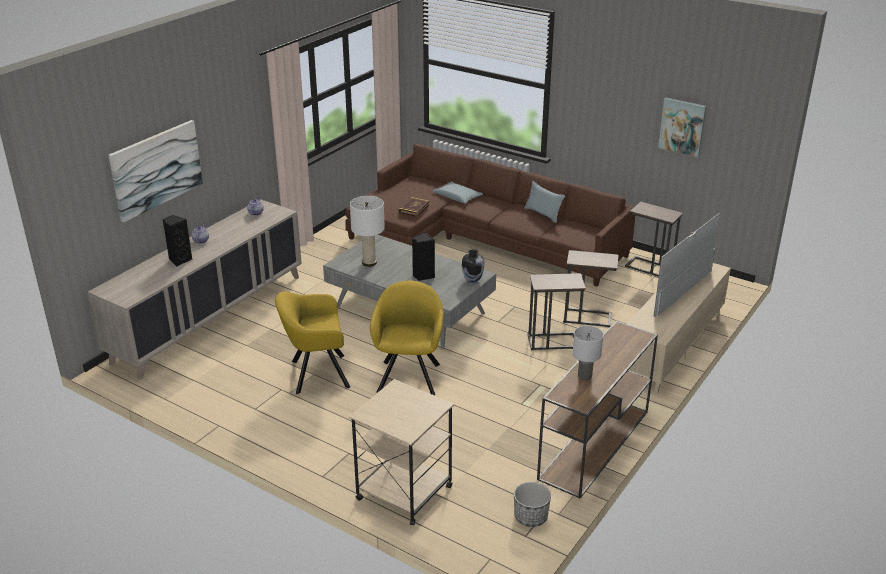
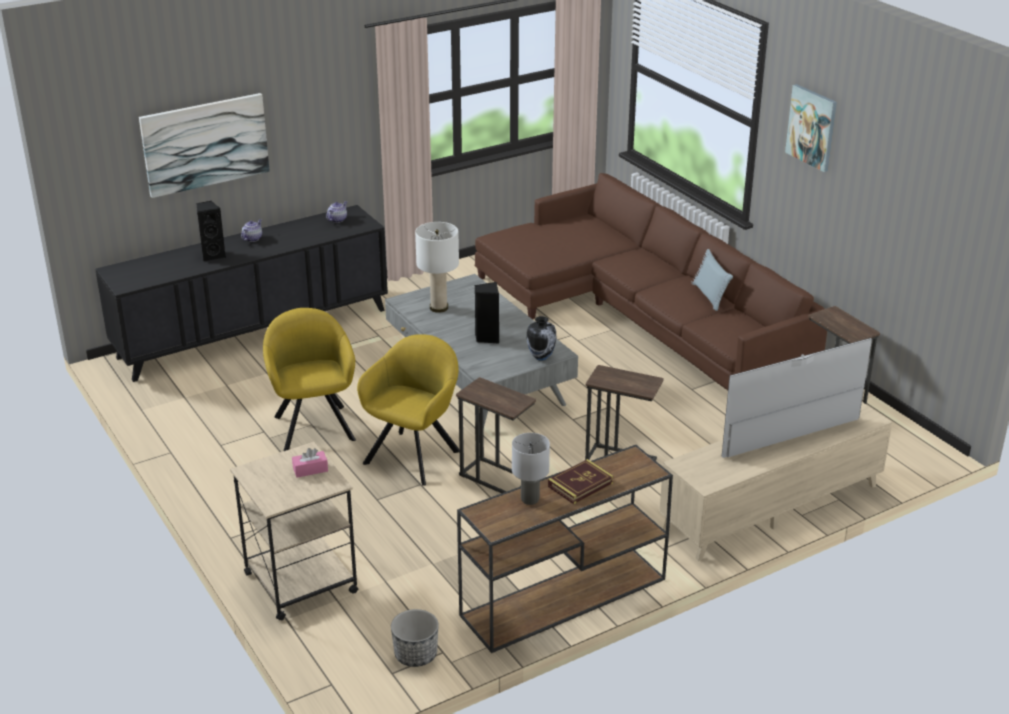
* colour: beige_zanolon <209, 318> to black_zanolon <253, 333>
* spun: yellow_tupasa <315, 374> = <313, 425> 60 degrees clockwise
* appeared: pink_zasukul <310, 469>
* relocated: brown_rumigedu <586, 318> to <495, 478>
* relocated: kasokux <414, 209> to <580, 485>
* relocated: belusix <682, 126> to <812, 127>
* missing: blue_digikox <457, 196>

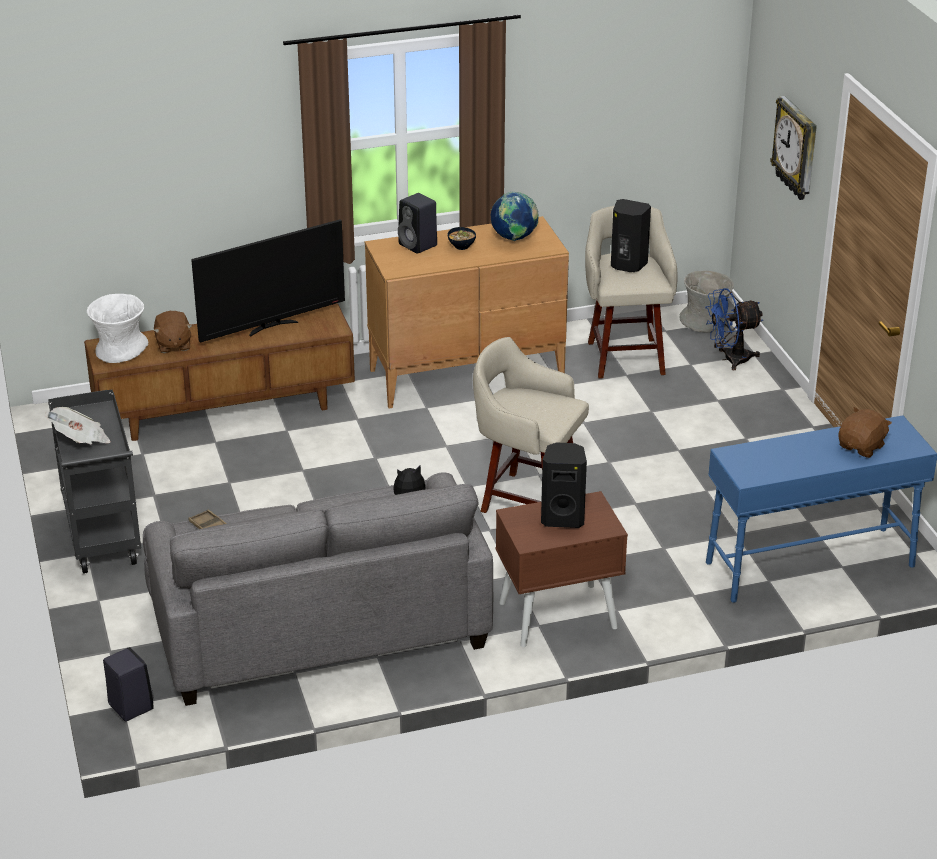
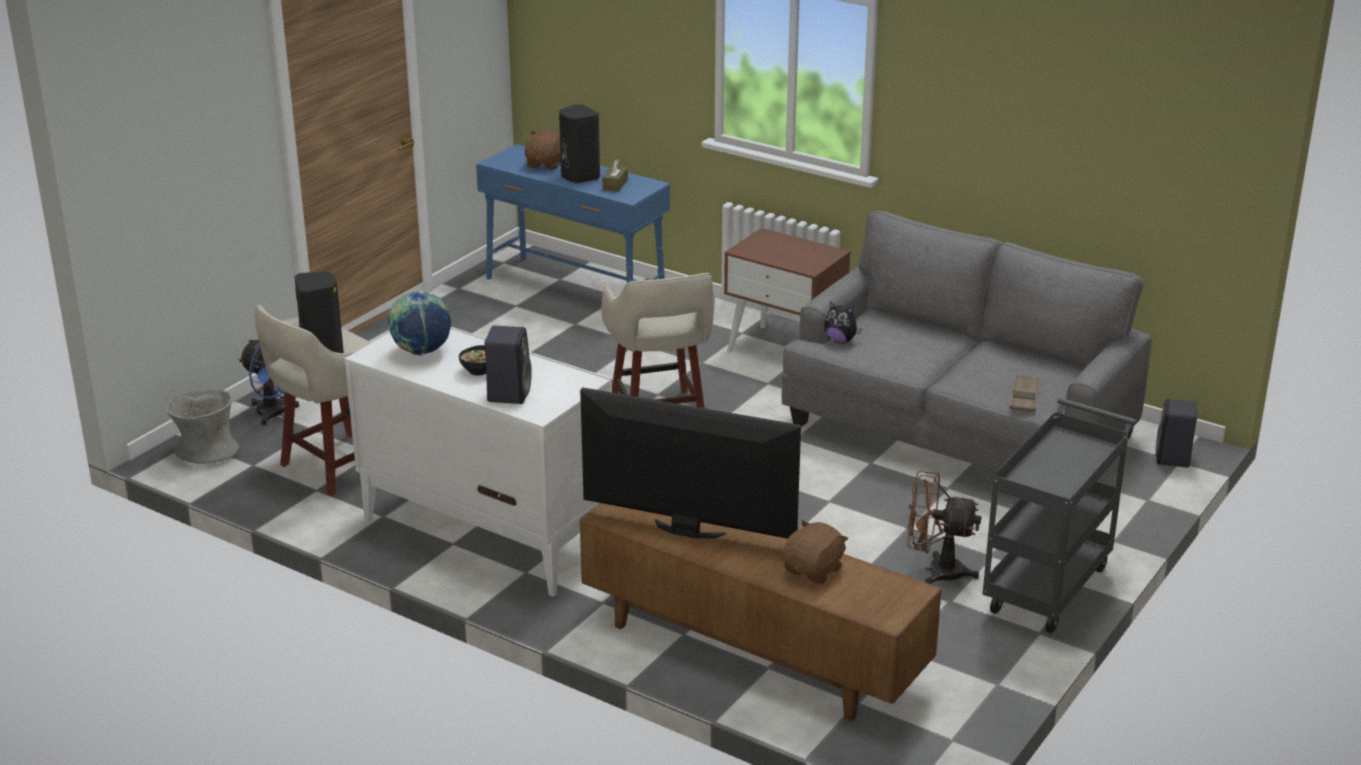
* colour: brown_zanolon <467, 375> to white_zanolon <486, 534>
* spun: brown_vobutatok <862, 447> = <546, 164> 105 degrees clockwise
* relocated: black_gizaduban <563, 518> to <578, 177>
* appeared: brown_zasukul <615, 185>
* appeared: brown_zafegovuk <935, 571>
* missing: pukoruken <80, 440>
* missing: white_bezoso <120, 350>
* missing: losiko <797, 149>

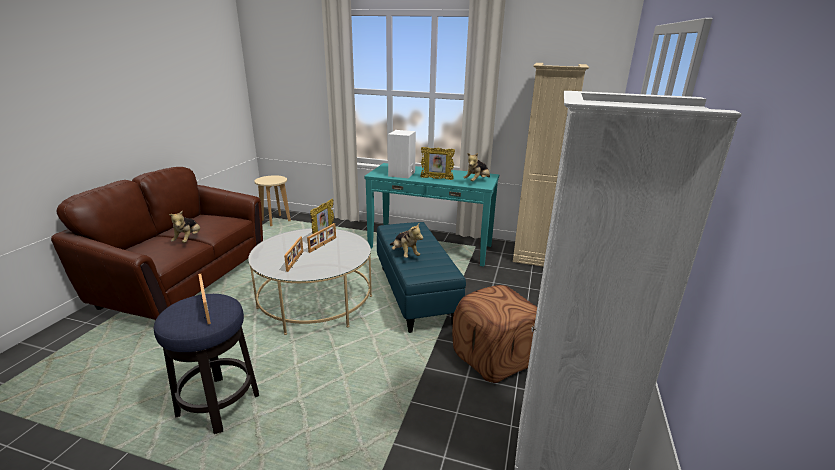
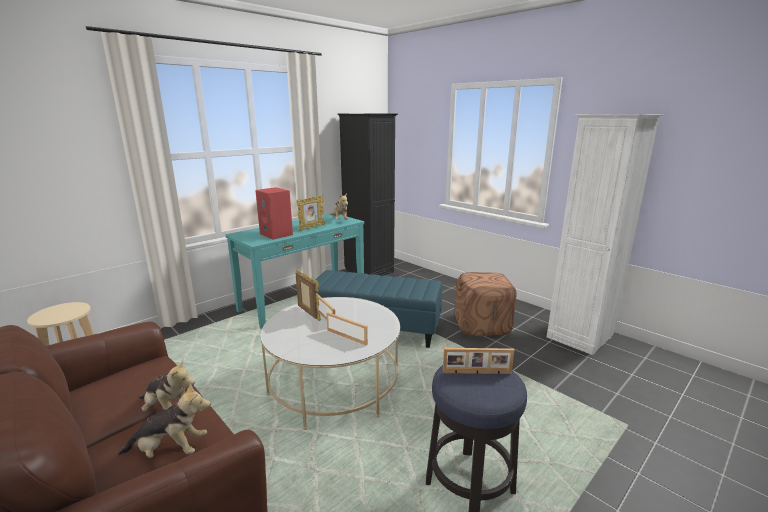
* relocated: vobutatok <404, 254> to <170, 450>
* colour: white_gizaduban <402, 174> to red_gizaduban <277, 234>
* colour: beige_zanolon <534, 255> to black_zanolon <369, 271>

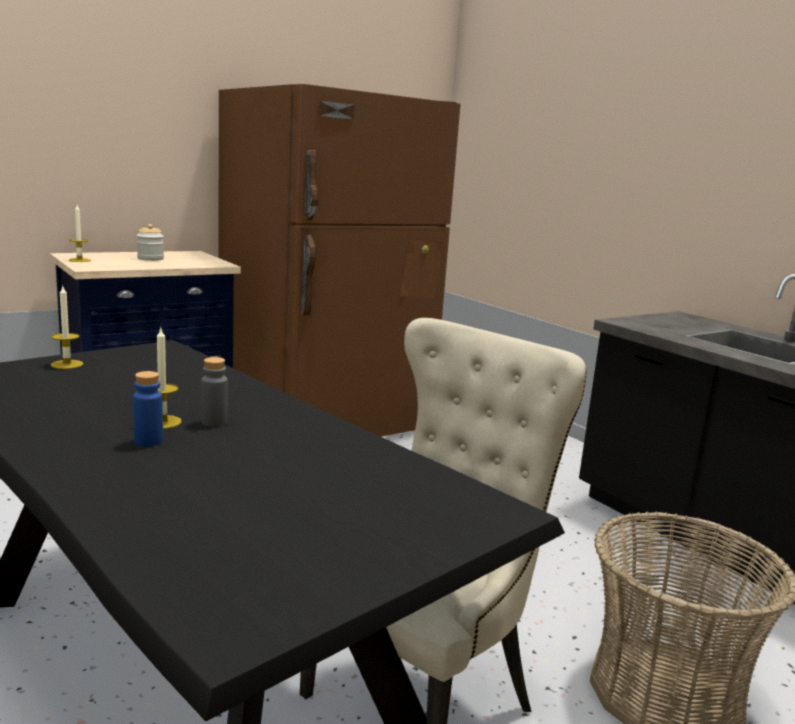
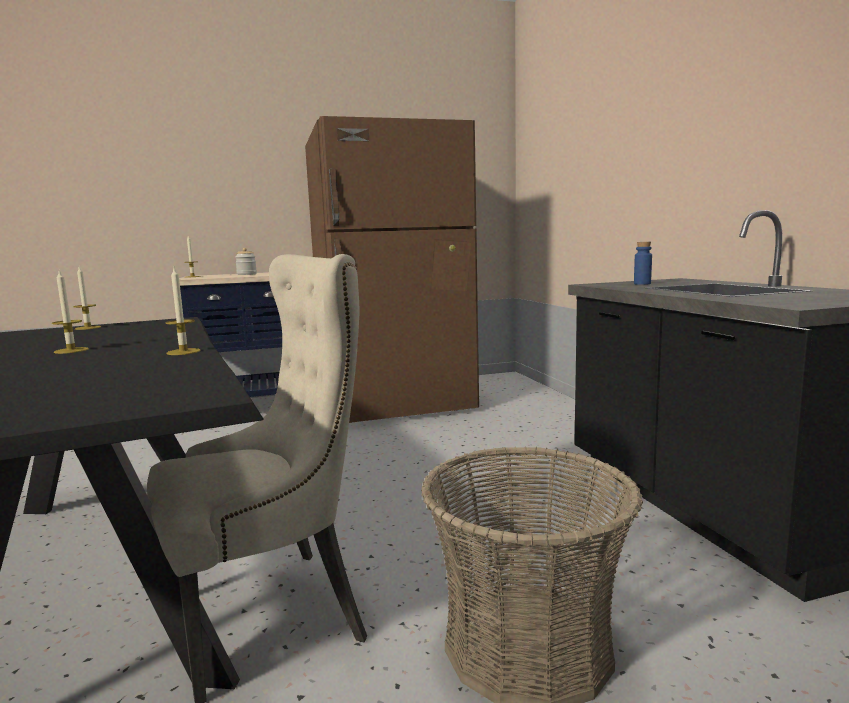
* appeared: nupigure <183, 352>
* relocated: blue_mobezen <148, 441> to <642, 284>
* missing: grey_mobezen <214, 422>

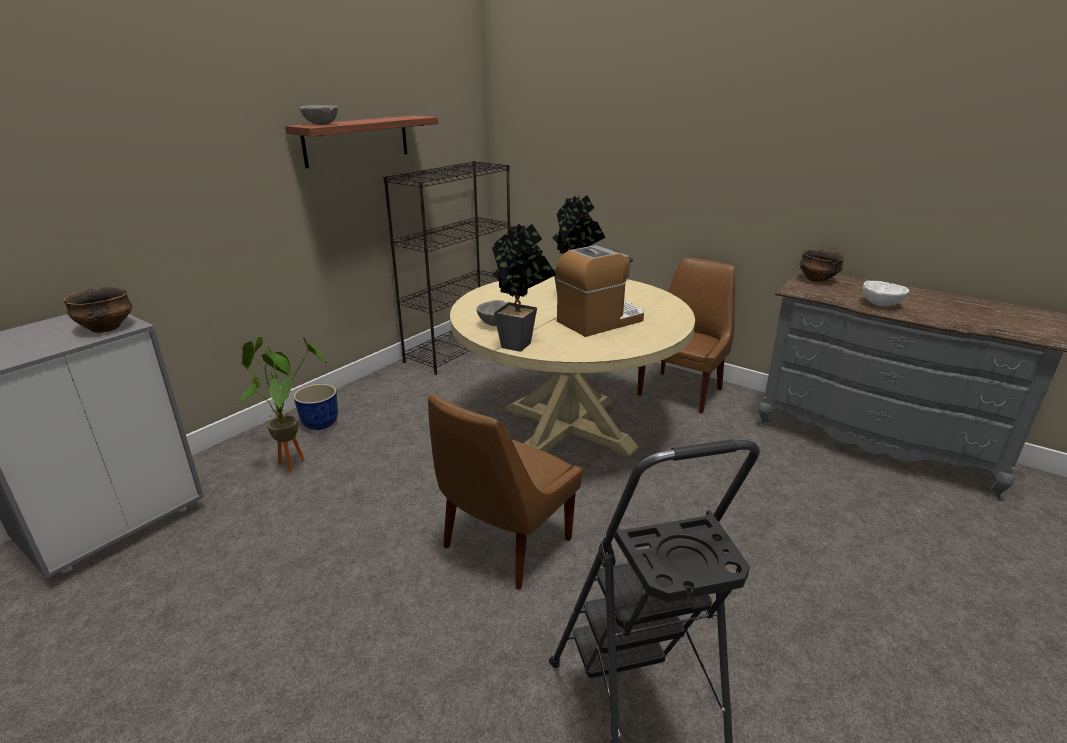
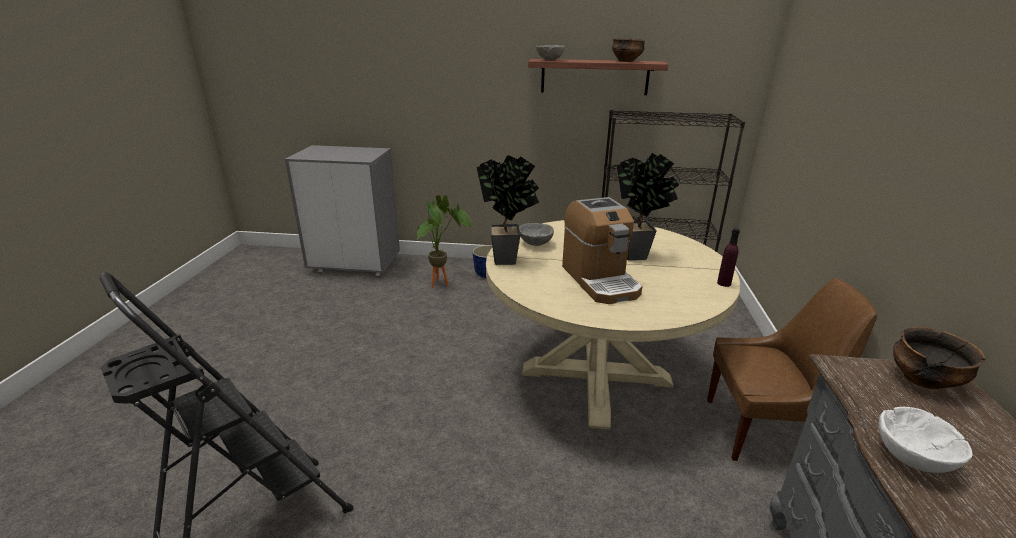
* spun: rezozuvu <600, 321> = <600, 280> 45 degrees clockwise
* relocated: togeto <106, 328> to <626, 61>
* appeared: purple_mobezen <724, 283>
* missing: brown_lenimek <504, 546>

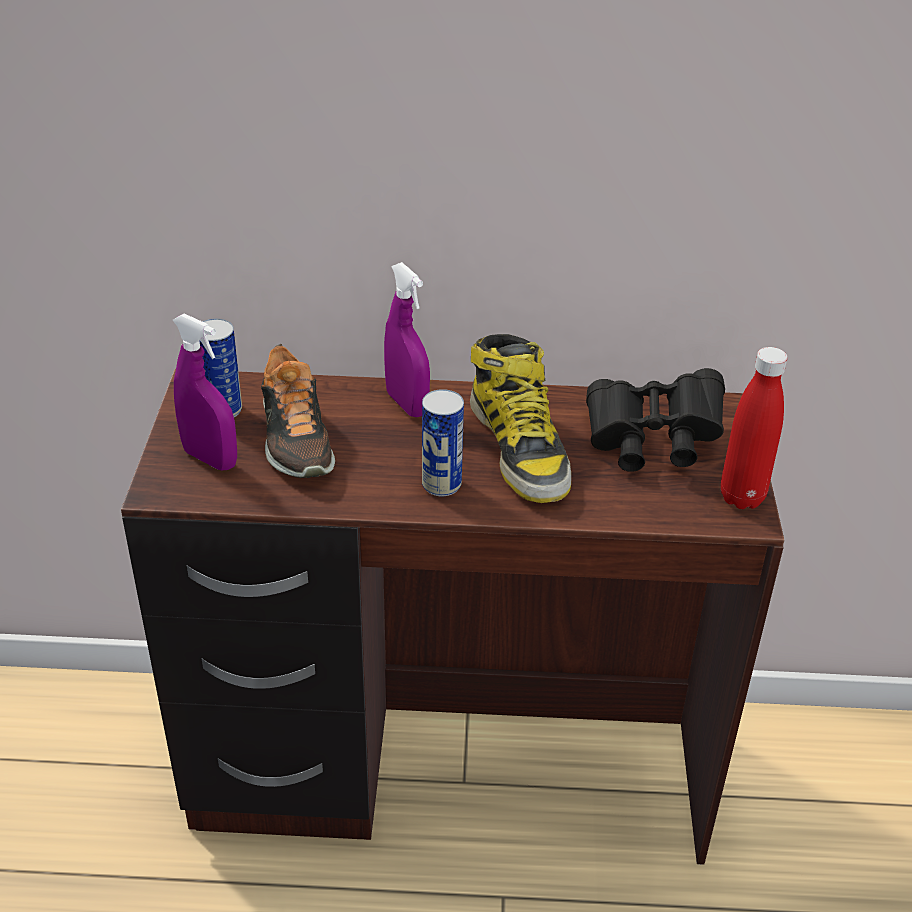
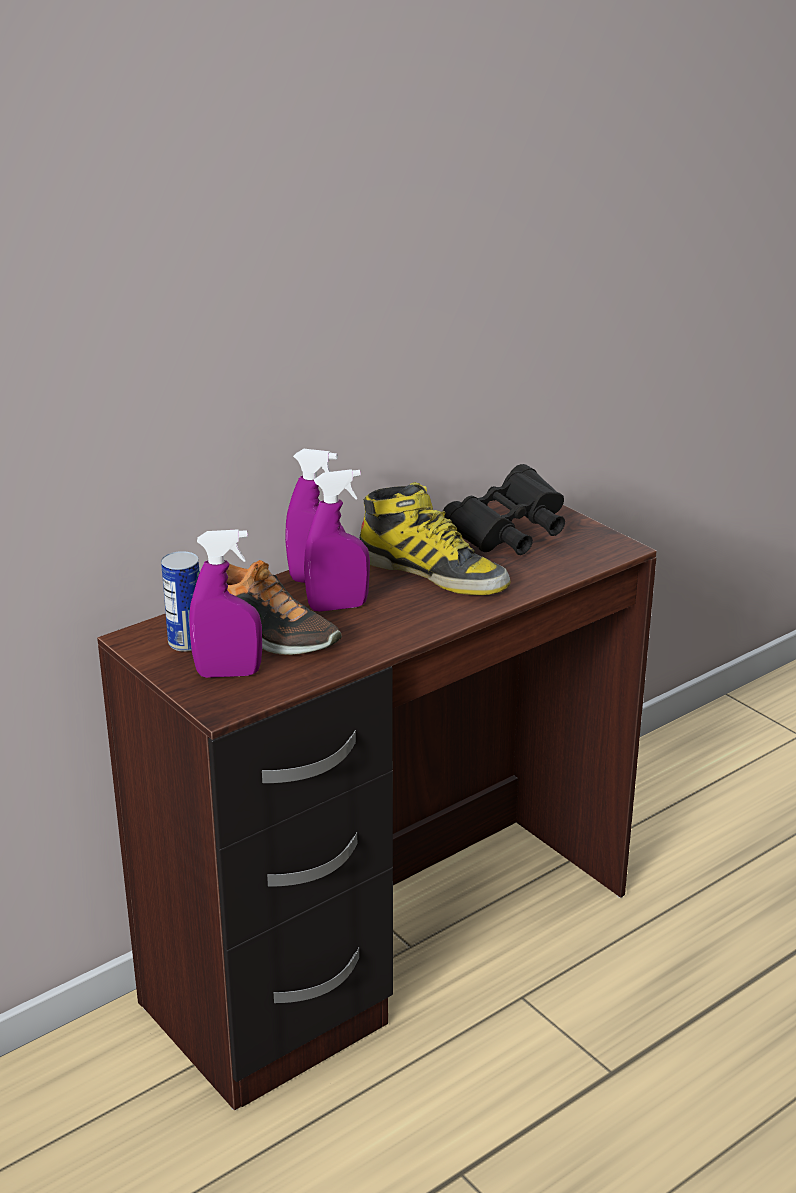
* appeared: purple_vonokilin <338, 607>
* missing: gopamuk <441, 484>
* missing: red_mobezen <742, 497>

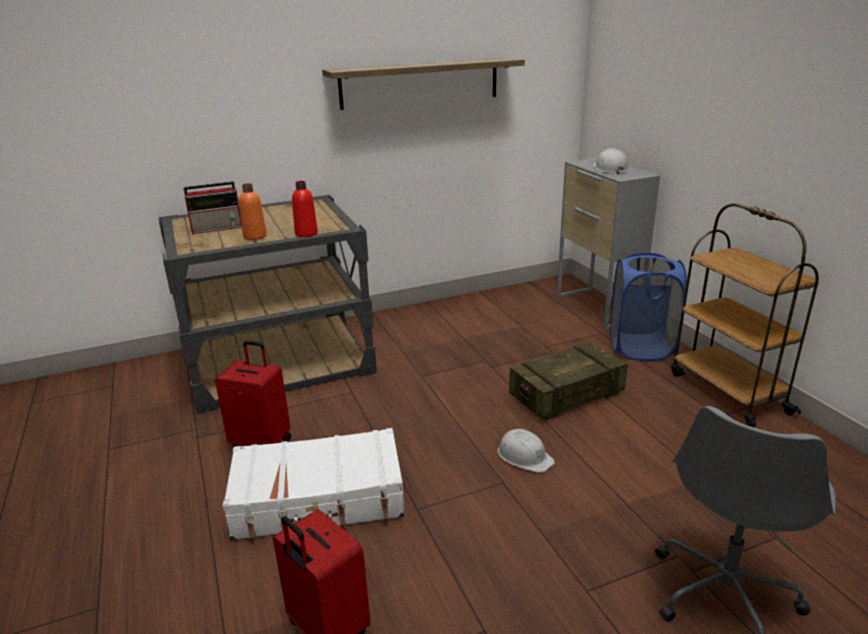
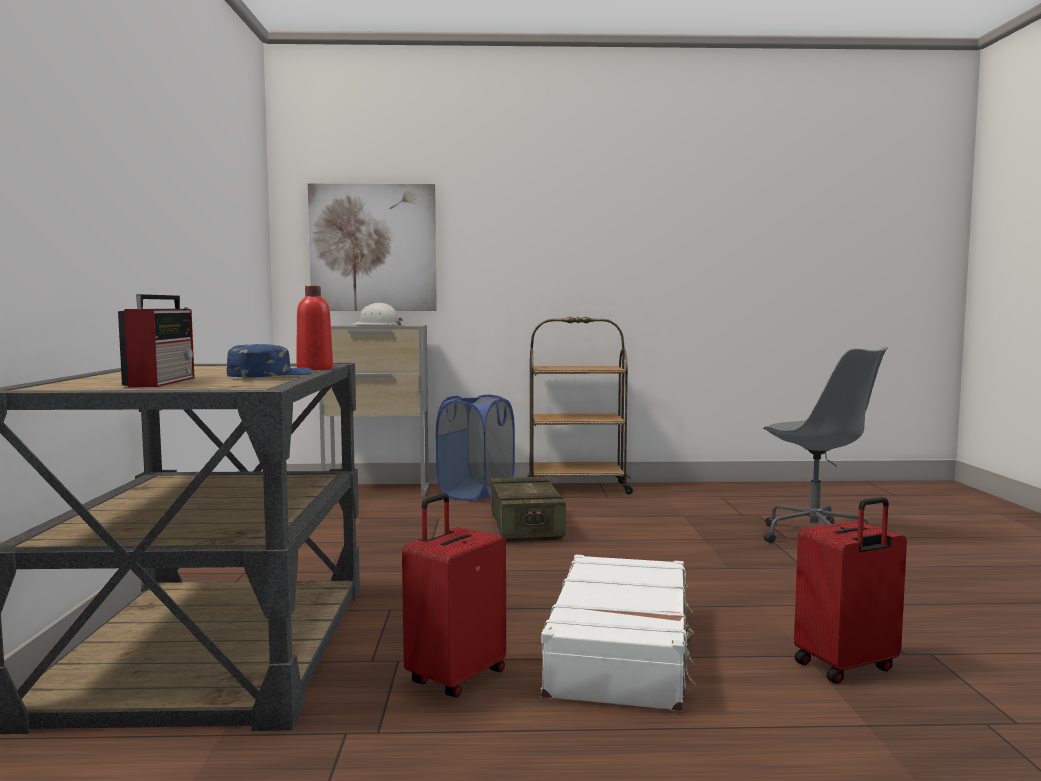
* exchanged: orange_mobezen <255, 236> to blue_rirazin <269, 375>
* appeared: belusix <373, 248>
* missing: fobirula <420, 83>
* missing: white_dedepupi <524, 456>

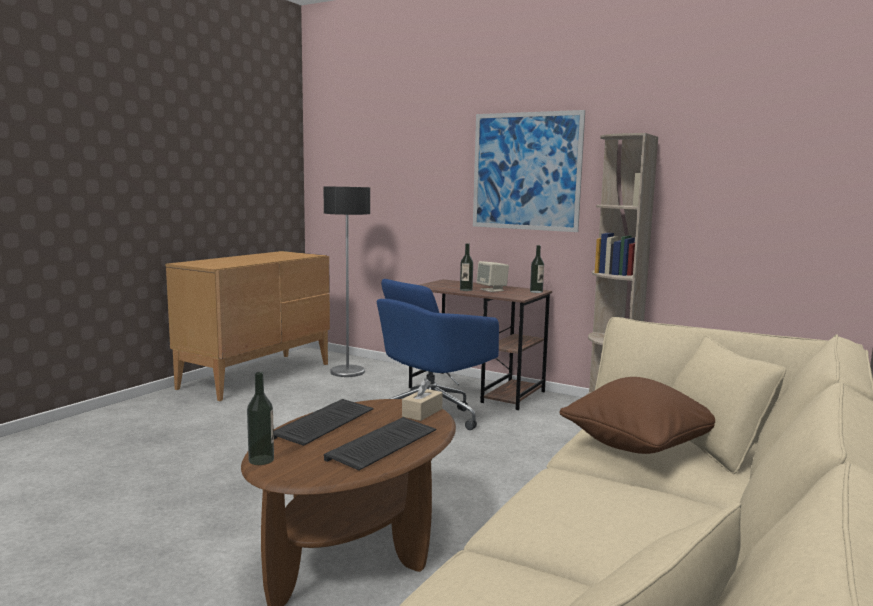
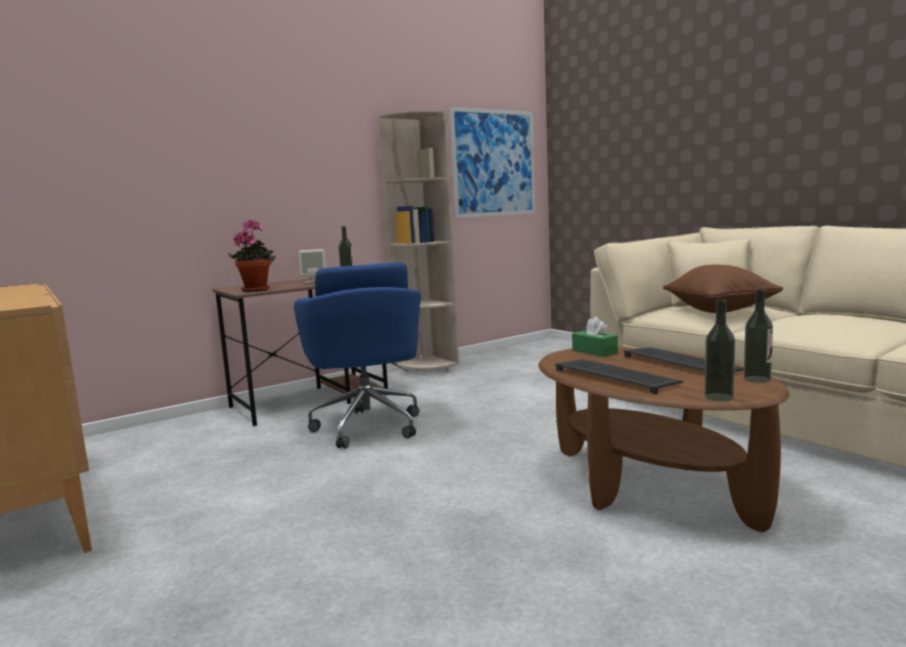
* appeared: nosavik <257, 290>
* relocated: belusix <526, 171> to <494, 163>
* colour: beige_zasukul <422, 412> to green_zasukul <594, 351>
* relocated: mobezen <466, 290> to <757, 379>
* missing: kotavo <348, 372>

